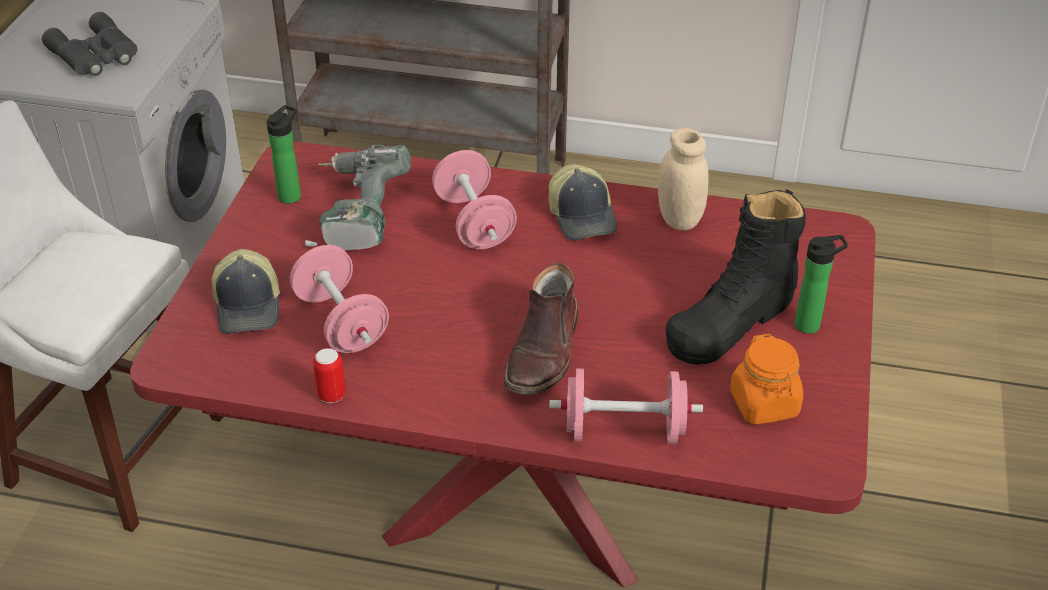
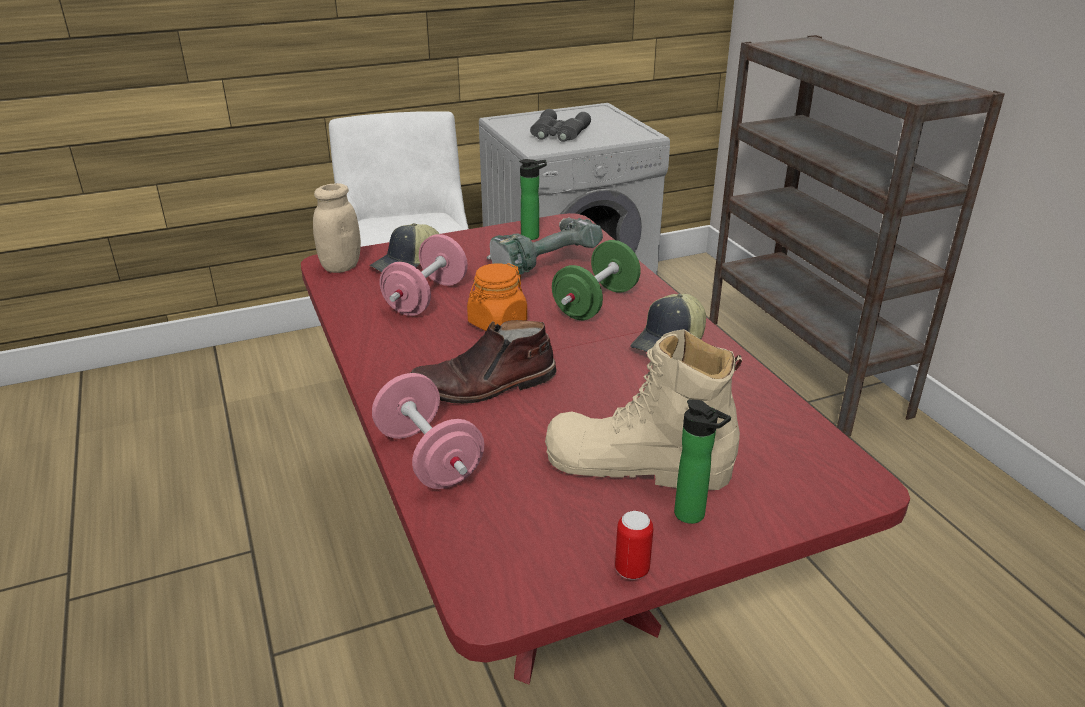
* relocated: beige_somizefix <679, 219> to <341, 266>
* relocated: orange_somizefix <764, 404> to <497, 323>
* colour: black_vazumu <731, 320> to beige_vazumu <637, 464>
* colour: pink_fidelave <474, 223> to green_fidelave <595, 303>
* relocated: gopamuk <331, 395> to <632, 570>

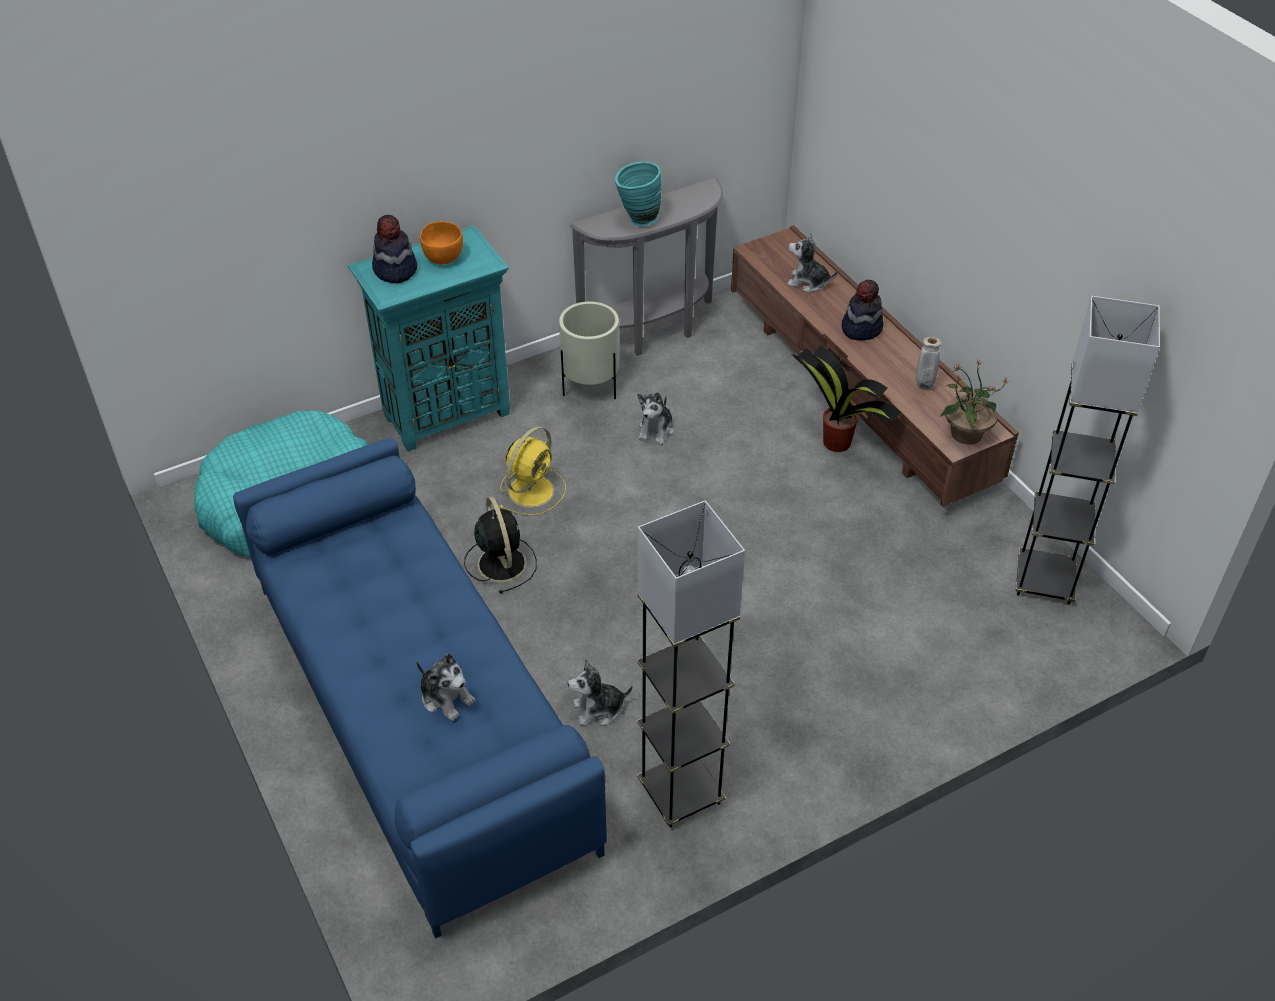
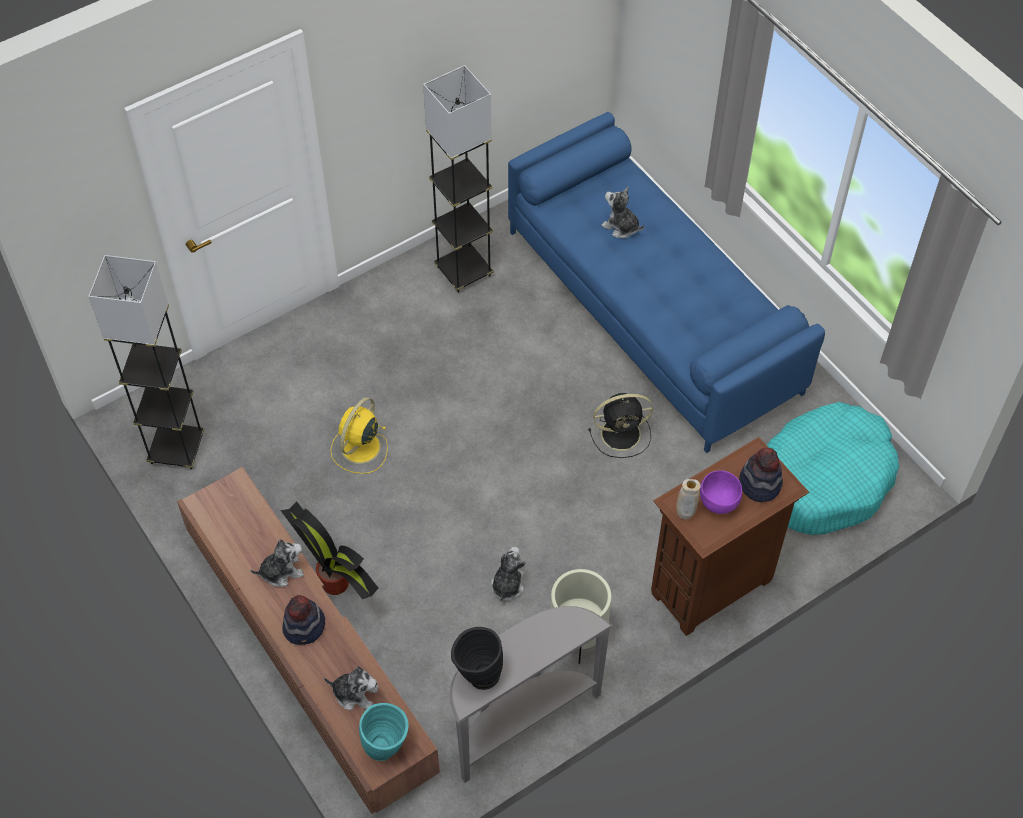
* relocated: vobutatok <598, 709> to <281, 571>
* relocated: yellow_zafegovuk <532, 490> to <359, 448>
* relocated: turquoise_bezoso <637, 220> to <387, 747>
* appeared: black_bezoso <477, 675>
* spun: black_zafegovuk <501, 562> = <622, 433> 75 degrees counterclockwise
* colour: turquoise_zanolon <448, 414> to brown_zanolon <710, 589>
* relocated: beige_bezoso <924, 387> to <685, 514>
* colour: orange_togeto <443, 258> to purple_togeto <718, 503>
* missing: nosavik <965, 434>

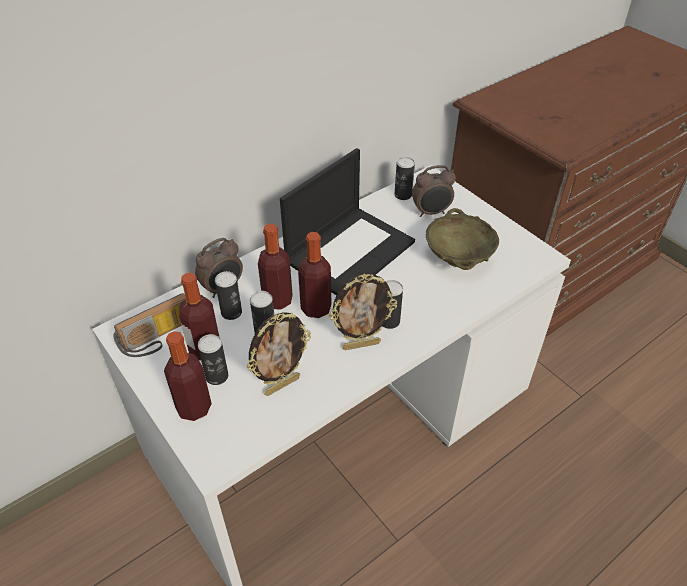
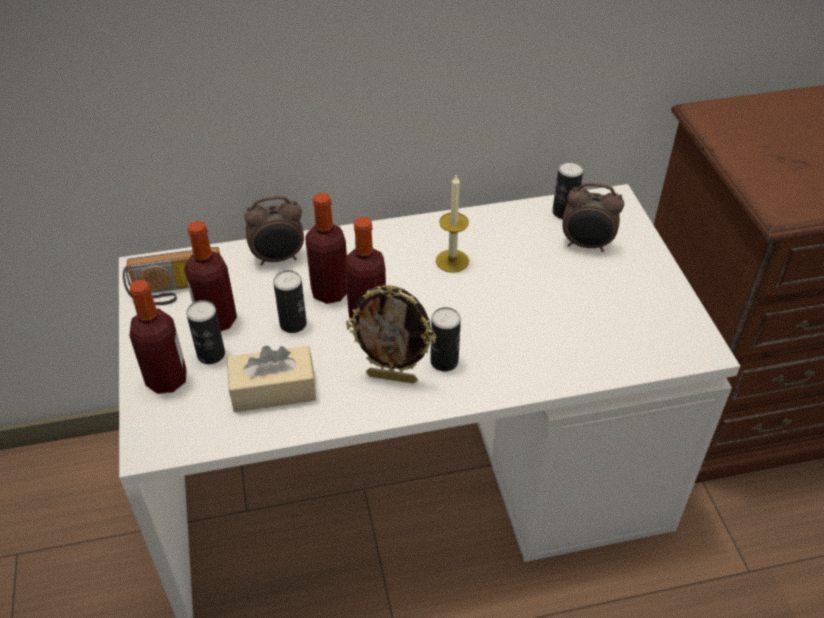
* exchanged: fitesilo <282, 385> to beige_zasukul <273, 390>
* exchanged: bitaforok <350, 250> to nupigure <452, 261>
* missing: gopamuk <231, 312>
* missing: beige_togeto <458, 258>

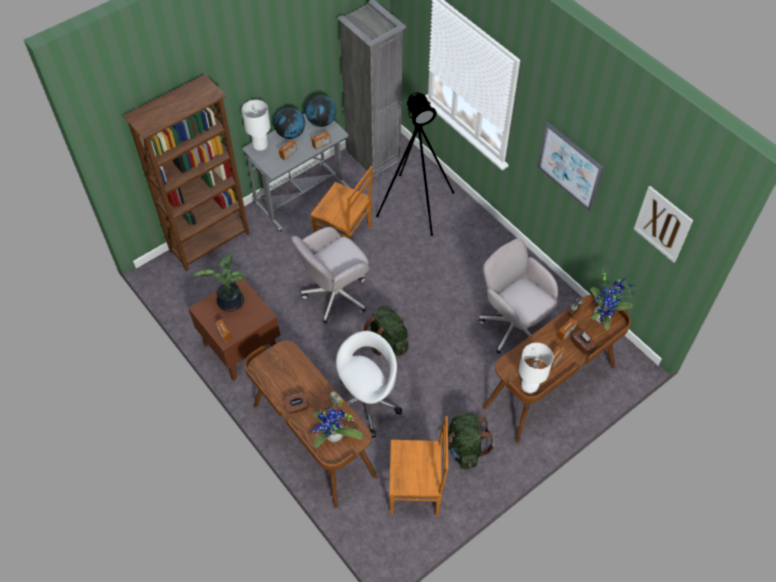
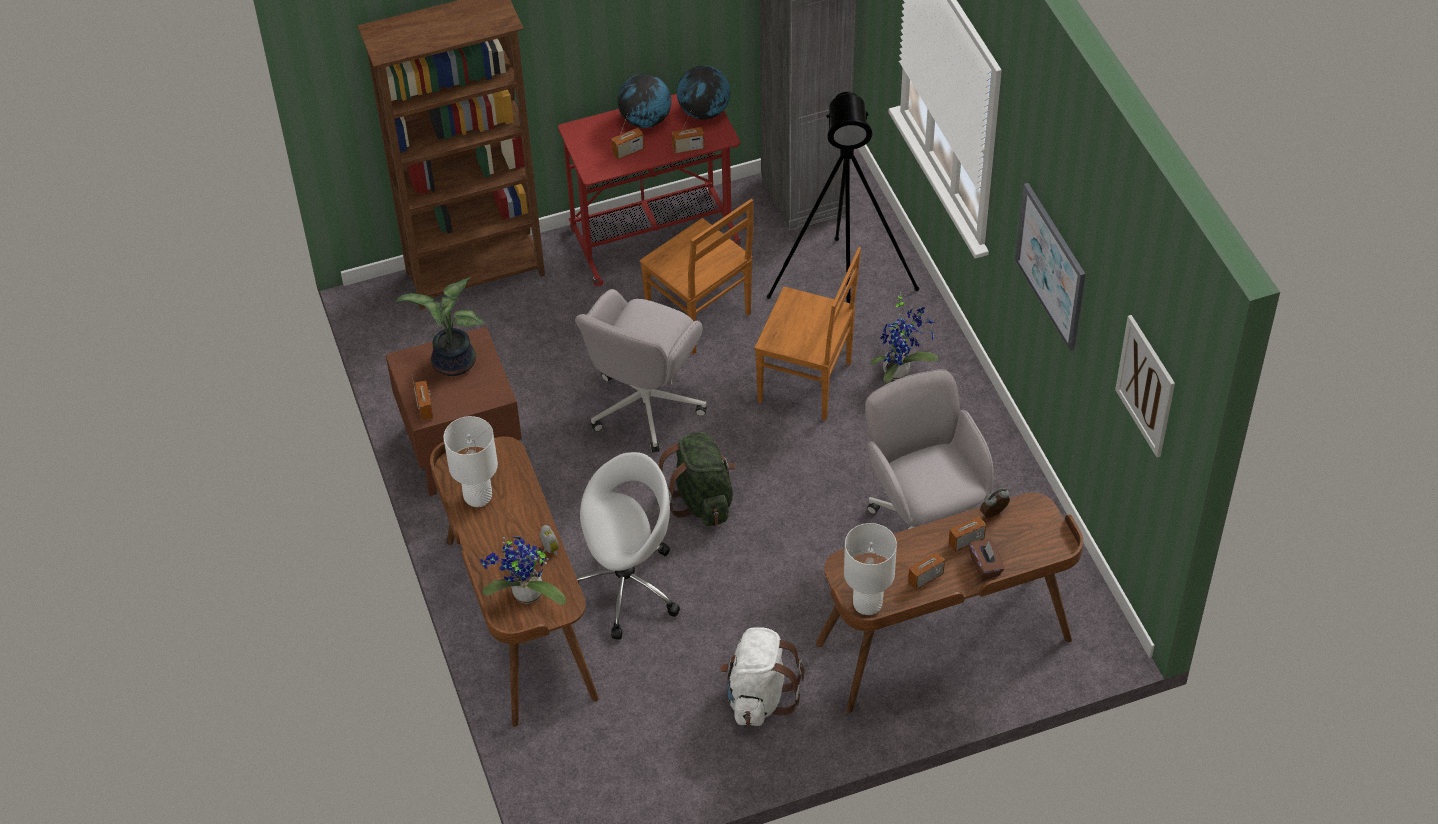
* relocated: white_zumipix <260, 146> to <478, 498>
* colour: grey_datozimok <302, 198> to red_datozimok <655, 238>
* spun: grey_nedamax <335, 296> = <645, 408> 45 degrees counterclockwise
* colour: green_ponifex <465, 448> to white_ponifex <759, 697>
* relocated: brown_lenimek <416, 490> to <807, 383>
* relocated: nosavik <603, 317> to <900, 371>
* missing: brown_zasukul <297, 407>

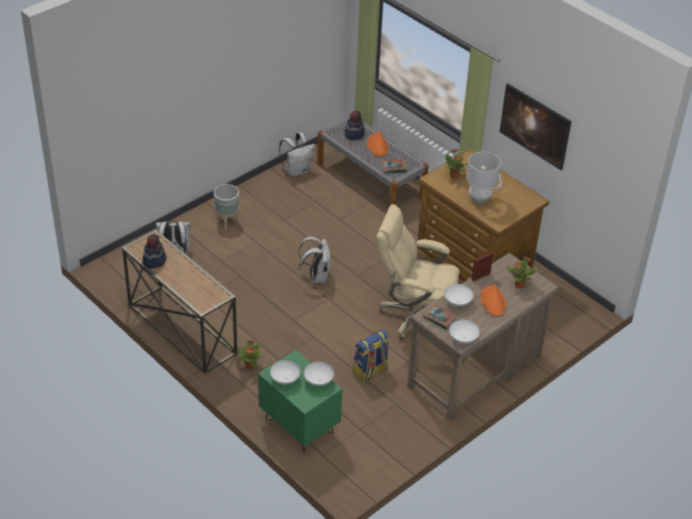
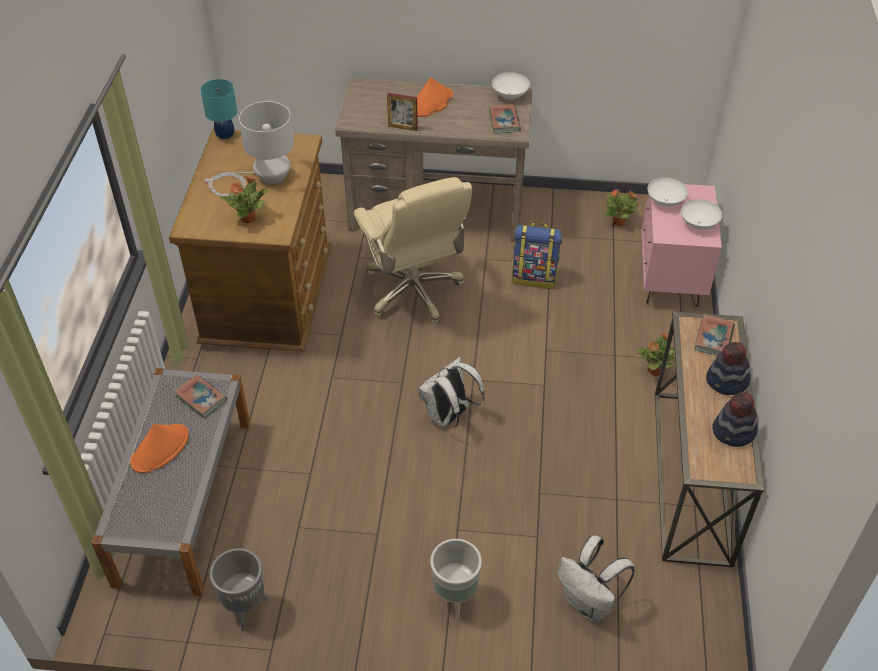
* appeared: turquoise_zumipix <225, 136>
* exchanged: white_ponifex <296, 171> to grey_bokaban <245, 609>
* relocated: nosavik <519, 285> to <619, 222>
* colour: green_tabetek <299, 426> to pink_tabetek <670, 280>
* appeared: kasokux <713, 338>
* relocated: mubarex <354, 134> to <727, 382>
* missing: white_togeto <457, 302>
* missing: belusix <533, 138>

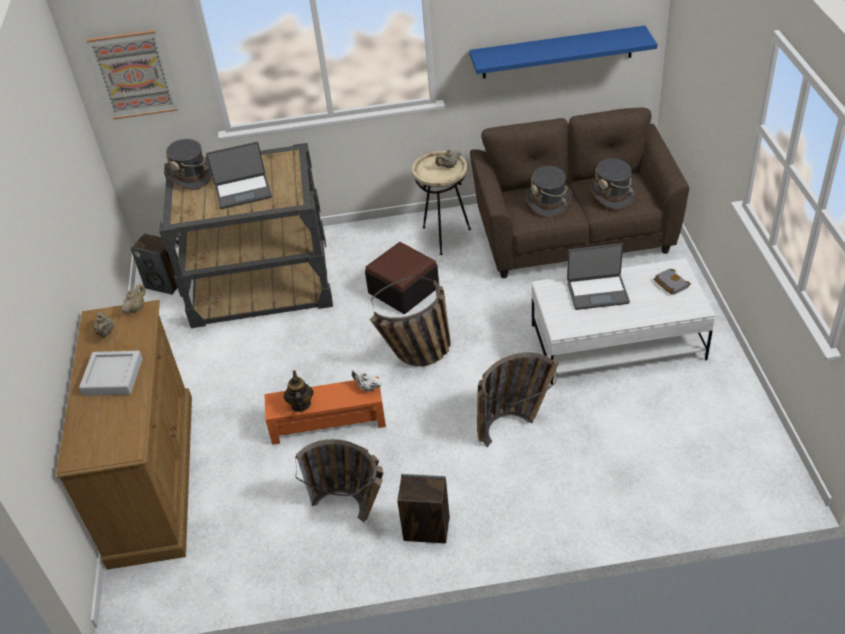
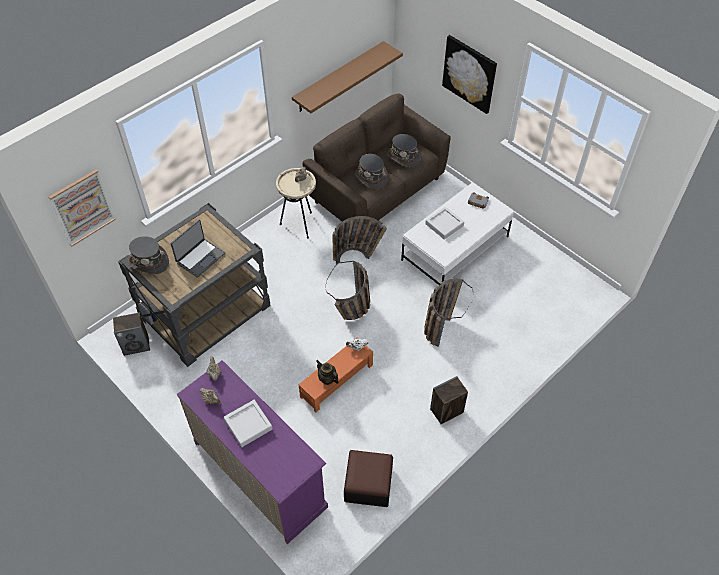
* colour: brown_zanolon <153, 476> to purple_zanolon <259, 473>
* colour: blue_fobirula <557, 52> to brown_fobirula <339, 77>
* relocated: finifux <353, 510> to <358, 256>
* relocated: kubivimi <403, 290> to <368, 484>
* exchanged: bitaforok <597, 292> to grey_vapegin <444, 225>
* appeared: belusix <469, 73>

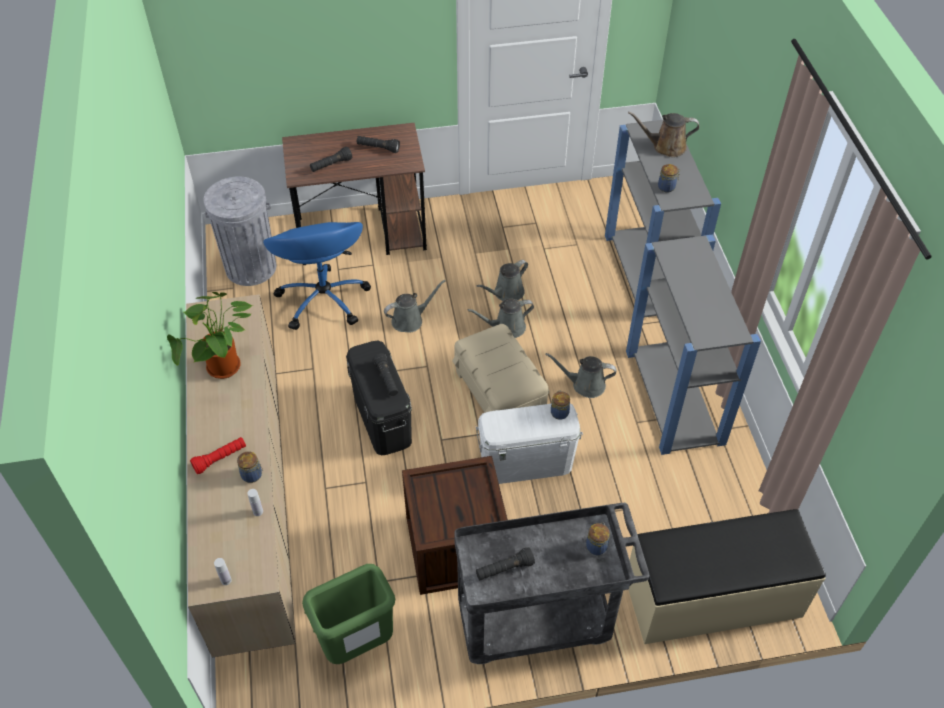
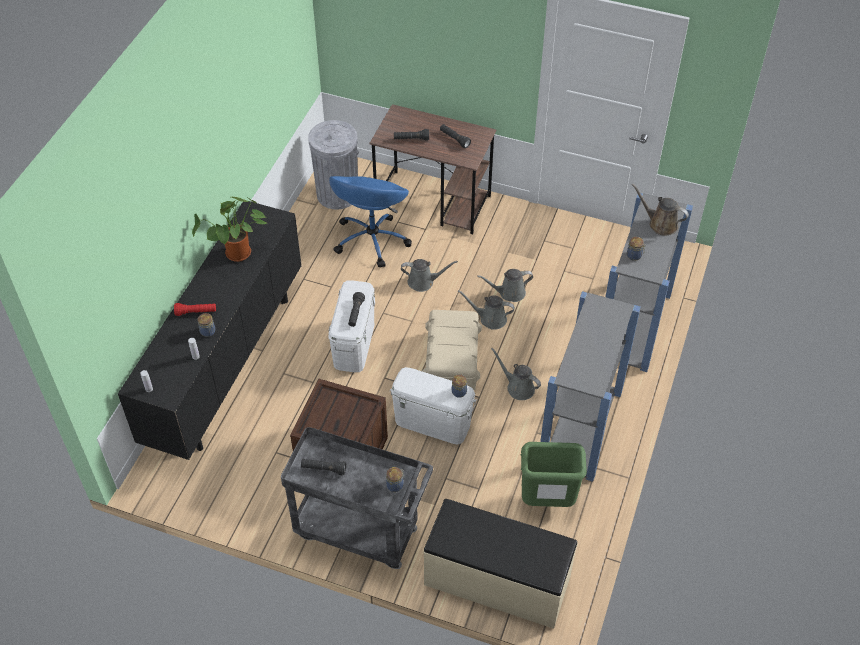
* colour: beige_zanolon <250, 511> to black_zanolon <226, 365>
* colour: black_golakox <382, 418> to white_golakox <354, 343>
* relocated: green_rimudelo <357, 645> to <547, 502>

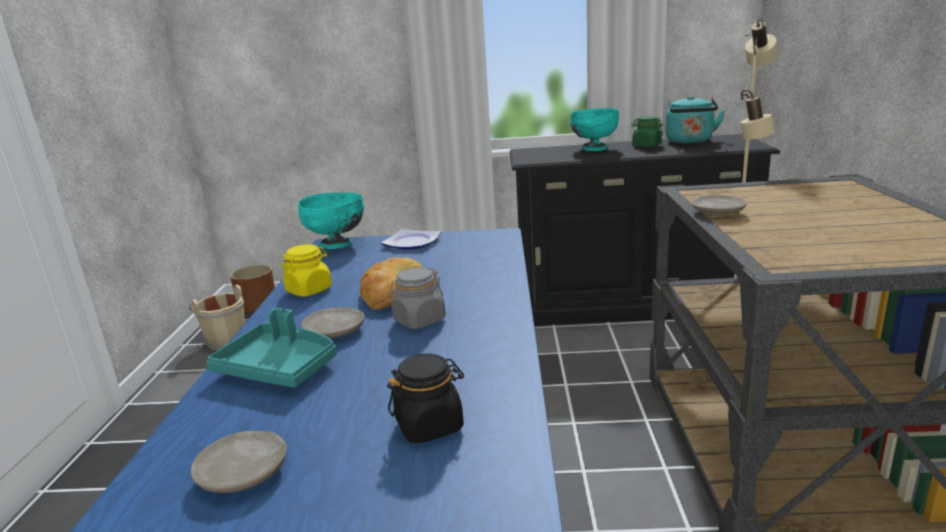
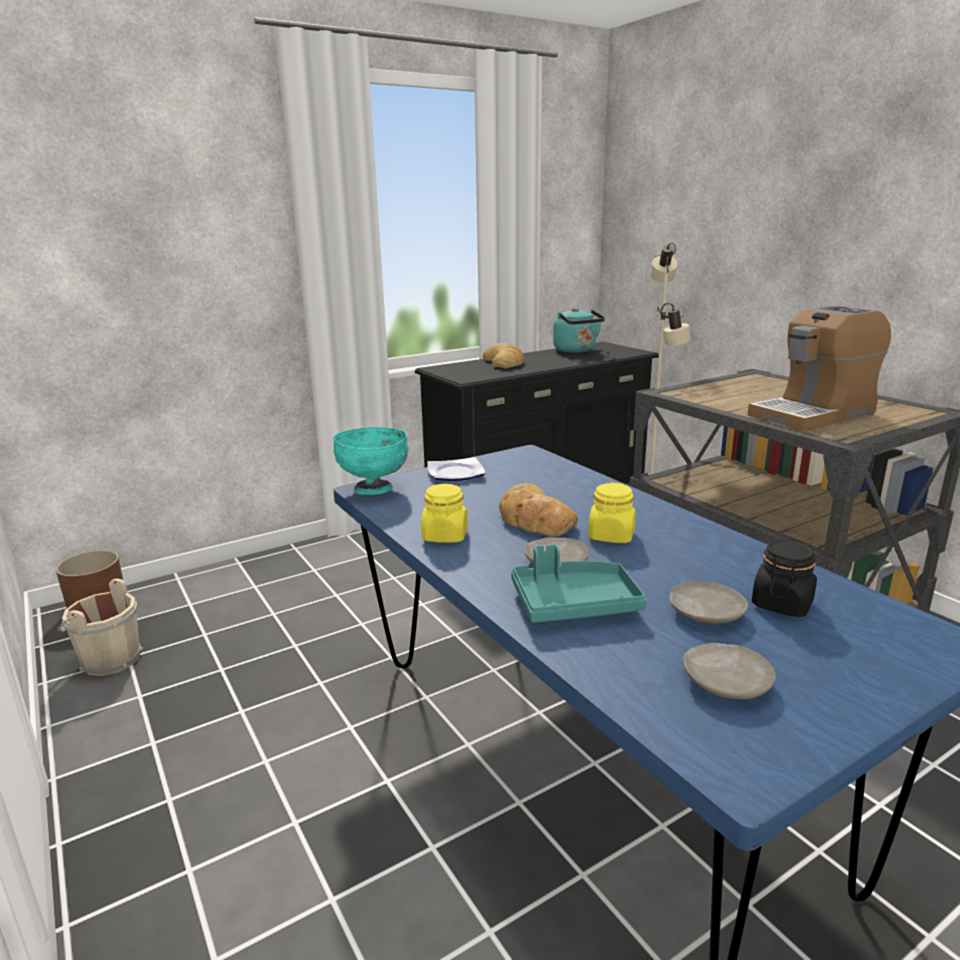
* exchanged: turquoise_togeto <594, 148> to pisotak <504, 362>
* colour: grey_somizefix <419, 320> to yellow_somizefix <611, 536>
* relocated: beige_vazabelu <717, 212> to <705, 613>
* appeared: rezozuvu <813, 414>
* missing: green_somizefix <646, 146>

